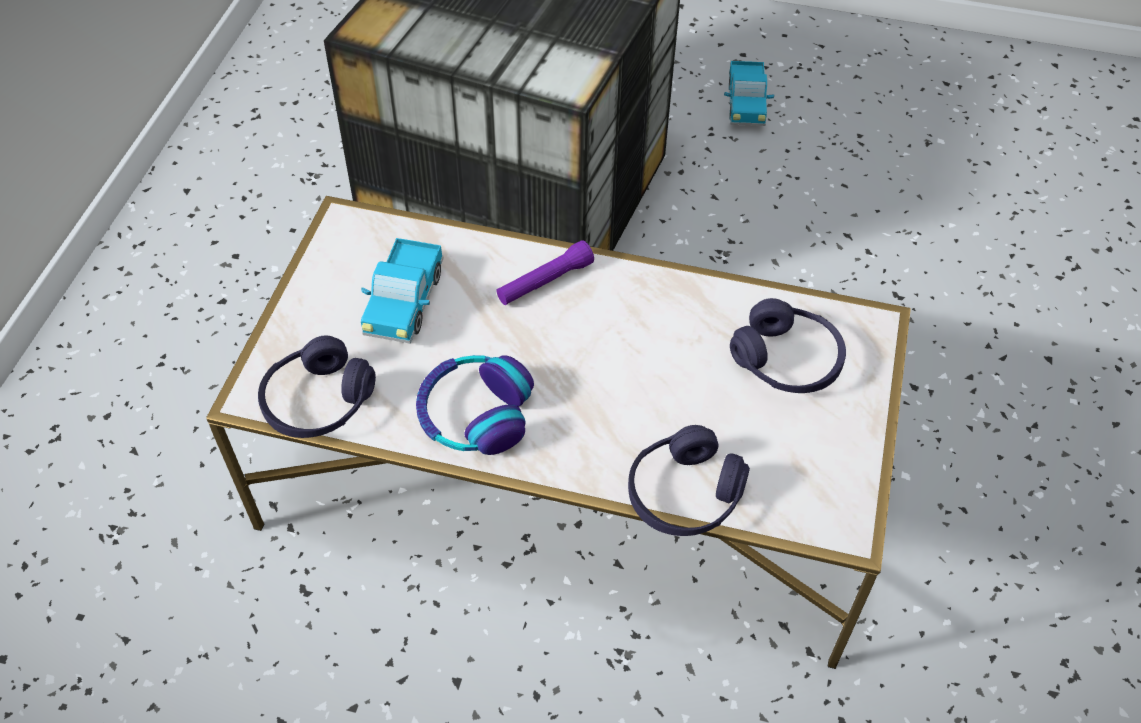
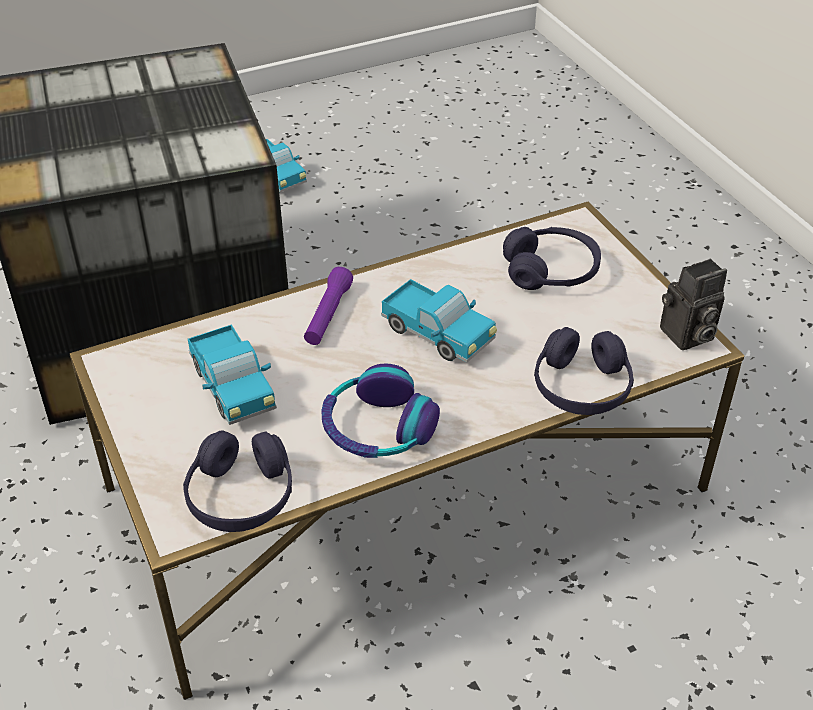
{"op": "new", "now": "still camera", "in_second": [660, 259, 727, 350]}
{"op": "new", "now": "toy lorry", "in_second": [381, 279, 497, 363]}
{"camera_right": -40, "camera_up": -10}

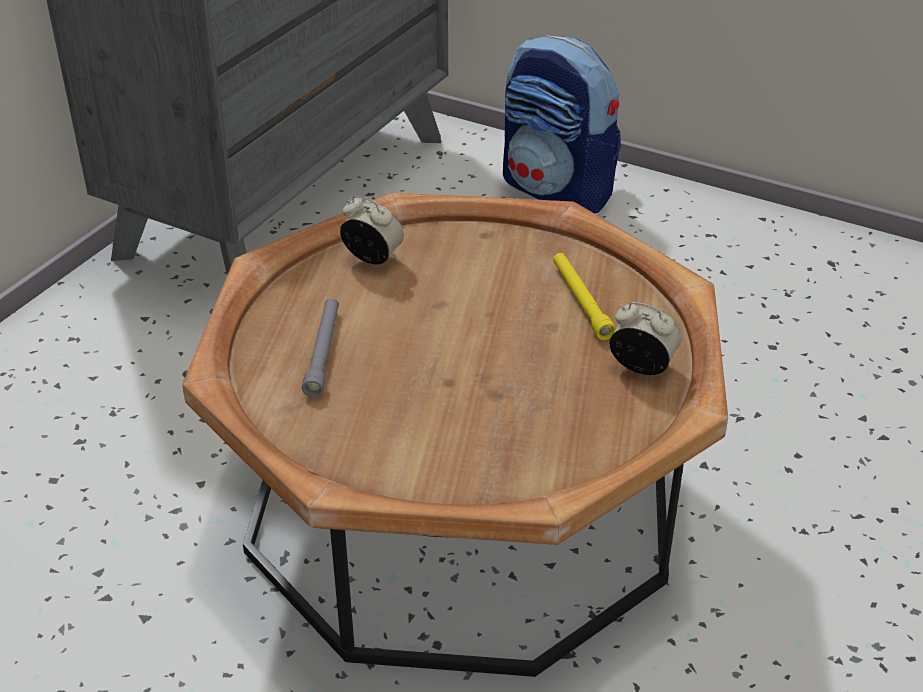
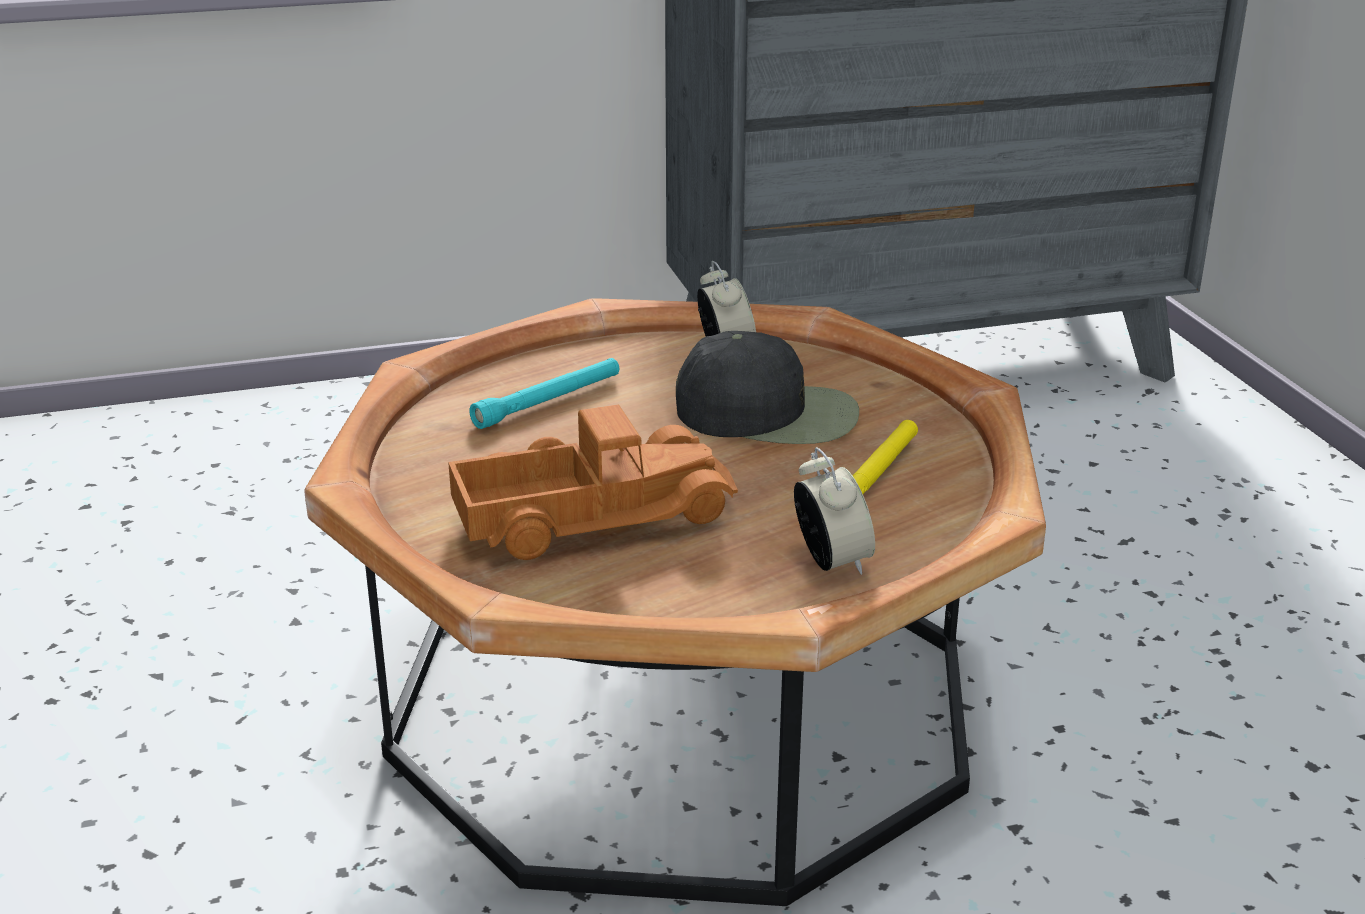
{"op": "gone", "was": "backpack", "in_first": [503, 35, 621, 214]}
{"op": "repainted", "was": "gray torch", "now": "blue-green torch", "in_first": [302, 298, 339, 397], "in_second": [469, 358, 619, 429]}
{"op": "new", "now": "blackish cap", "in_second": [676, 331, 859, 444]}
{"op": "new", "now": "toy lorry", "in_second": [448, 405, 738, 560]}
{"camera_right": 45, "camera_up": -10}

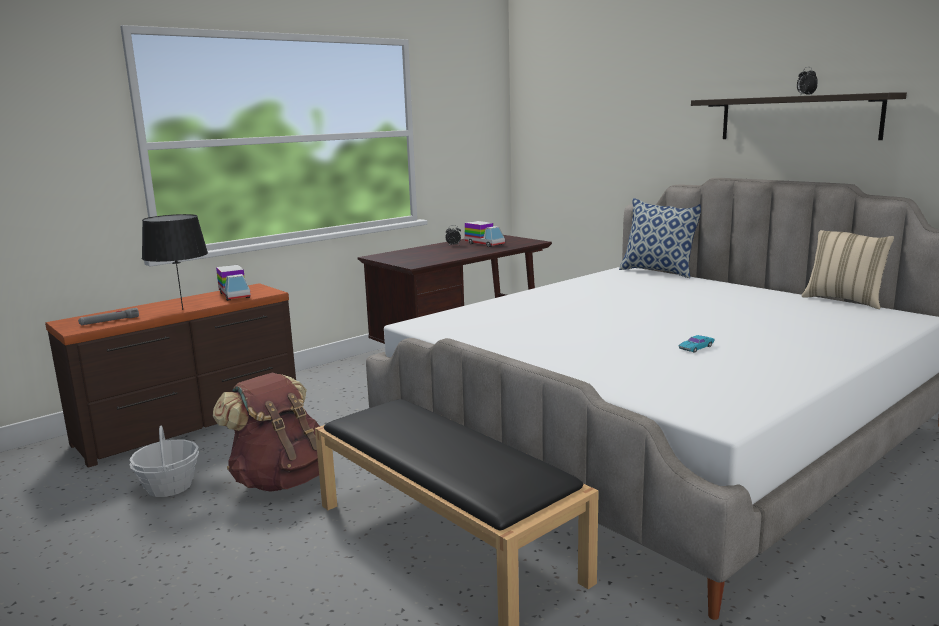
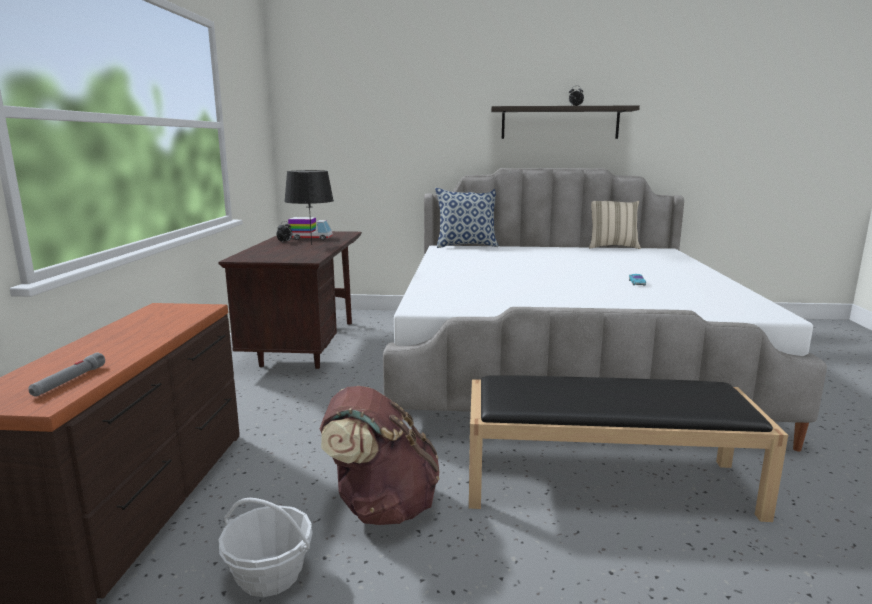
{"op": "shifted", "was": "blackish lamp for a table", "in_first": [142, 214, 208, 310], "in_second": [284, 170, 334, 245]}
{"op": "gone", "was": "toy lorry", "in_first": [216, 265, 251, 301]}
{"camera_right": -45, "camera_up": 0}

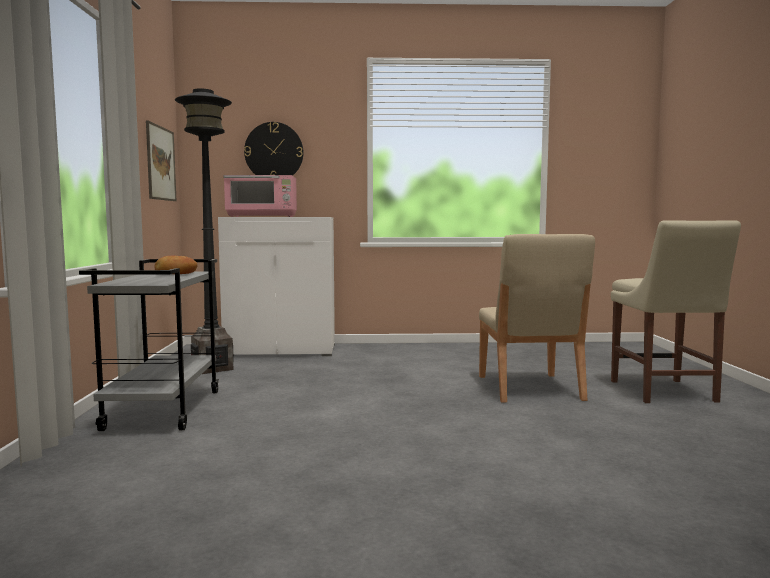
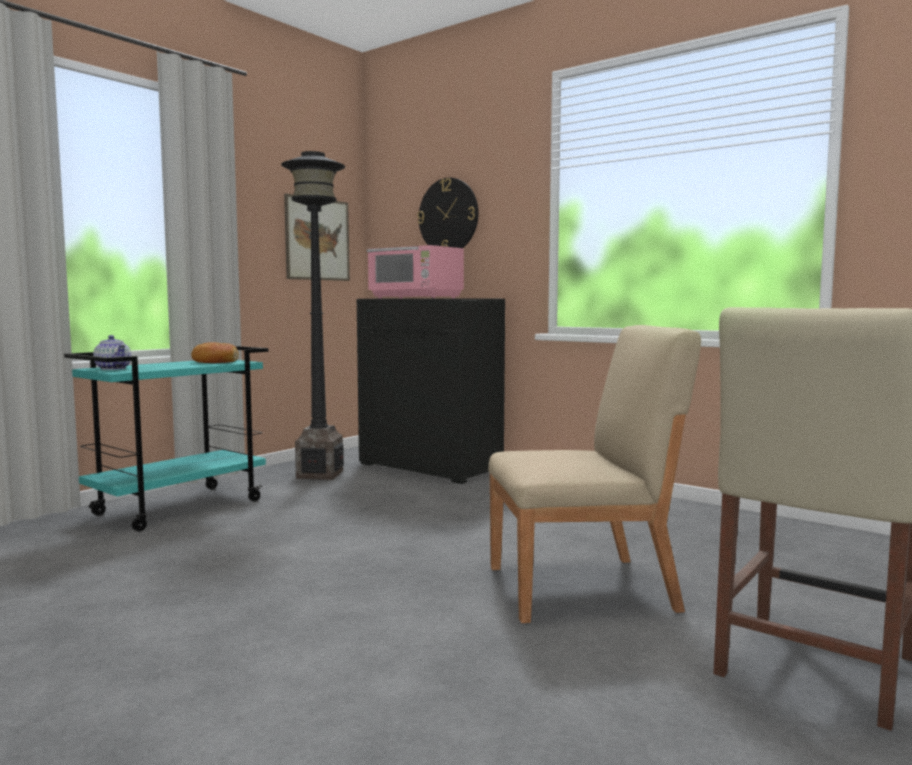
{"op": "repainted", "was": "white storage cabinet", "now": "blackish storage cabinet", "in_first": [218, 217, 335, 356], "in_second": [357, 298, 505, 484]}
{"op": "rotated", "was": "beige-coloured upright chair", "in_first": [479, 234, 595, 403], "in_second": [488, 325, 701, 623], "clockwise": -135}
{"op": "repainted", "was": "gray trolley", "now": "blue-green trolley", "in_first": [79, 259, 219, 431], "in_second": [64, 346, 268, 531]}
{"op": "new", "now": "tea pot", "in_second": [93, 335, 131, 370]}
{"camera_right": 40, "camera_up": 0}

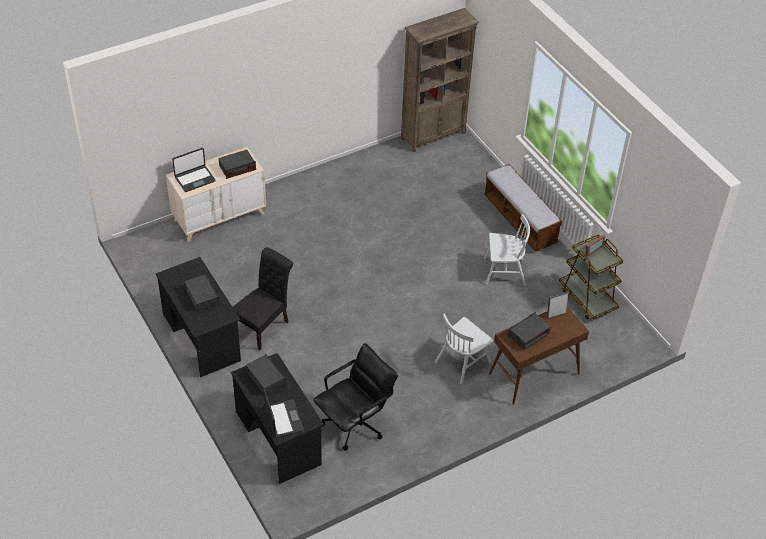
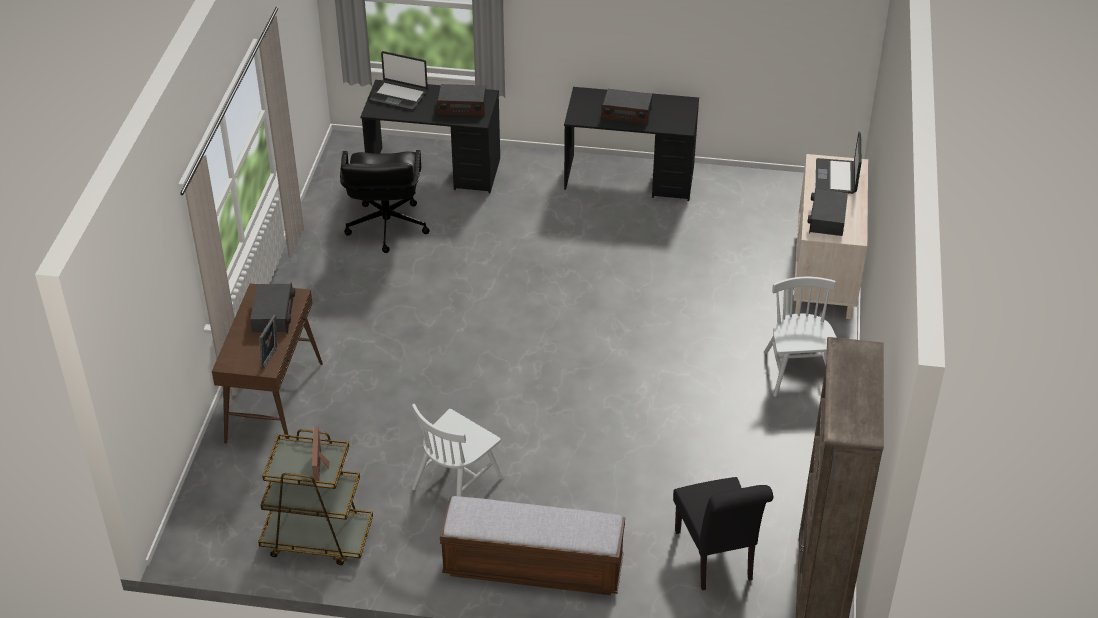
{"op": "shifted", "was": "blackish upright chair", "in_first": [233, 247, 293, 350], "in_second": [673, 477, 773, 590]}
{"op": "shifted", "was": "white upright chair", "in_first": [435, 313, 494, 384], "in_second": [764, 277, 837, 397]}
{"camera_right": 130, "camera_up": -5}

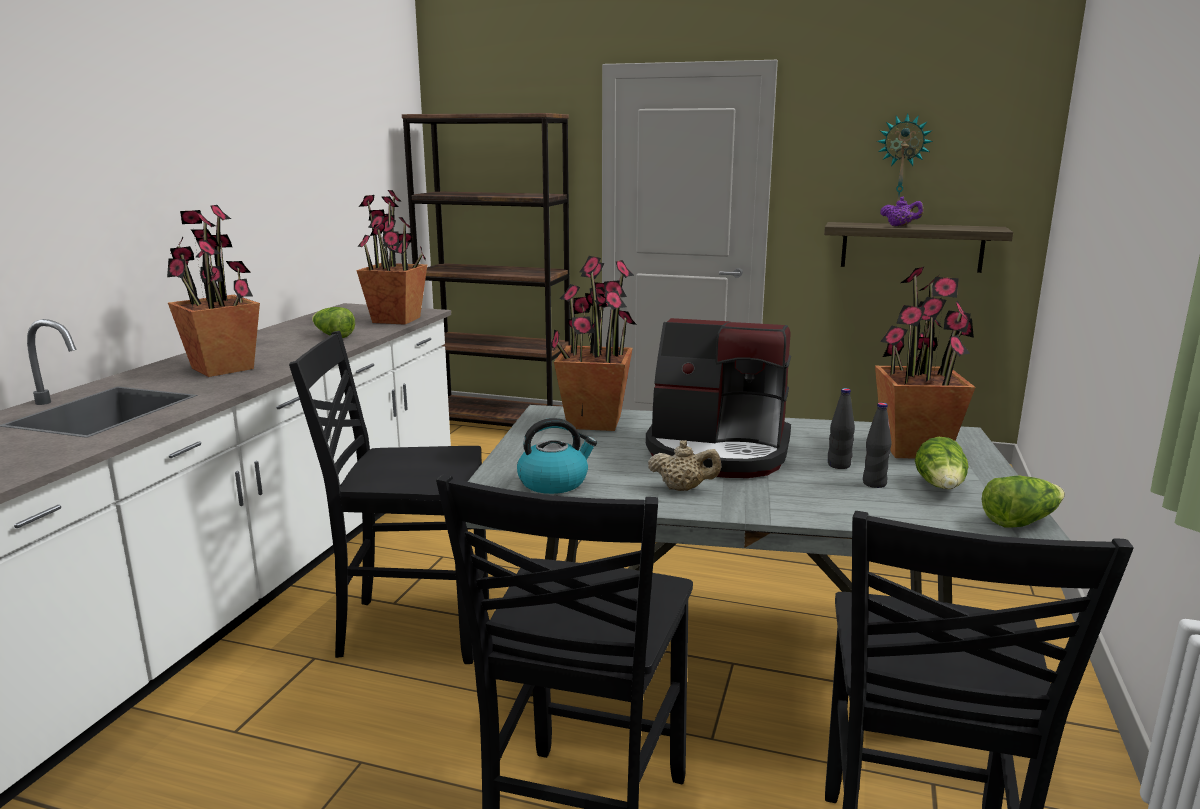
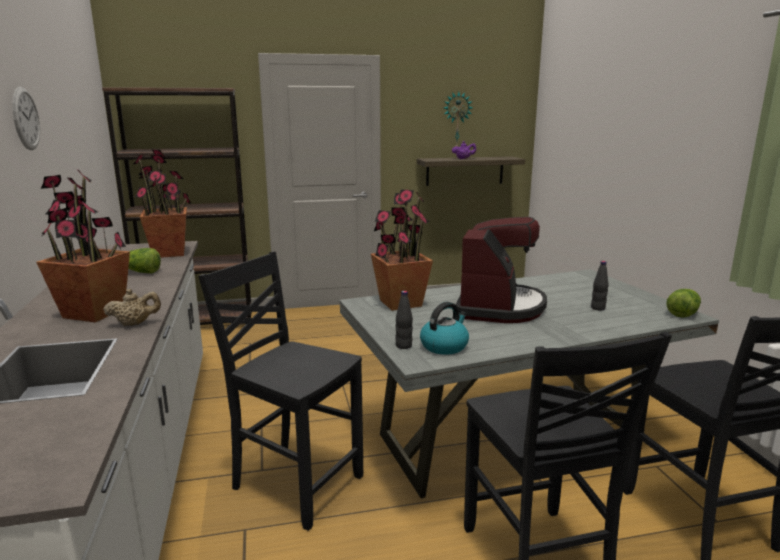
{"op": "gone", "was": "houseplant", "in_first": [875, 266, 975, 459]}
{"op": "rotated", "was": "coffee maker", "in_first": [646, 318, 791, 478], "in_second": [456, 217, 547, 323], "clockwise": -60}
{"op": "rotated", "was": "blackish upright chair", "in_first": [289, 331, 489, 664], "in_second": [198, 252, 363, 531], "clockwise": 60}
{"op": "shifted", "was": "blackish bottle", "in_first": [828, 388, 855, 469], "in_second": [395, 291, 413, 349]}
{"op": "gone", "was": "lettuce", "in_first": [915, 437, 969, 489]}
{"op": "shifted", "was": "beige-coloured tea pot", "in_first": [648, 440, 721, 491], "in_second": [103, 289, 161, 326]}
{"op": "new", "now": "wall clock", "in_second": [12, 87, 40, 150]}
{"camera_right": -30, "camera_up": 0}

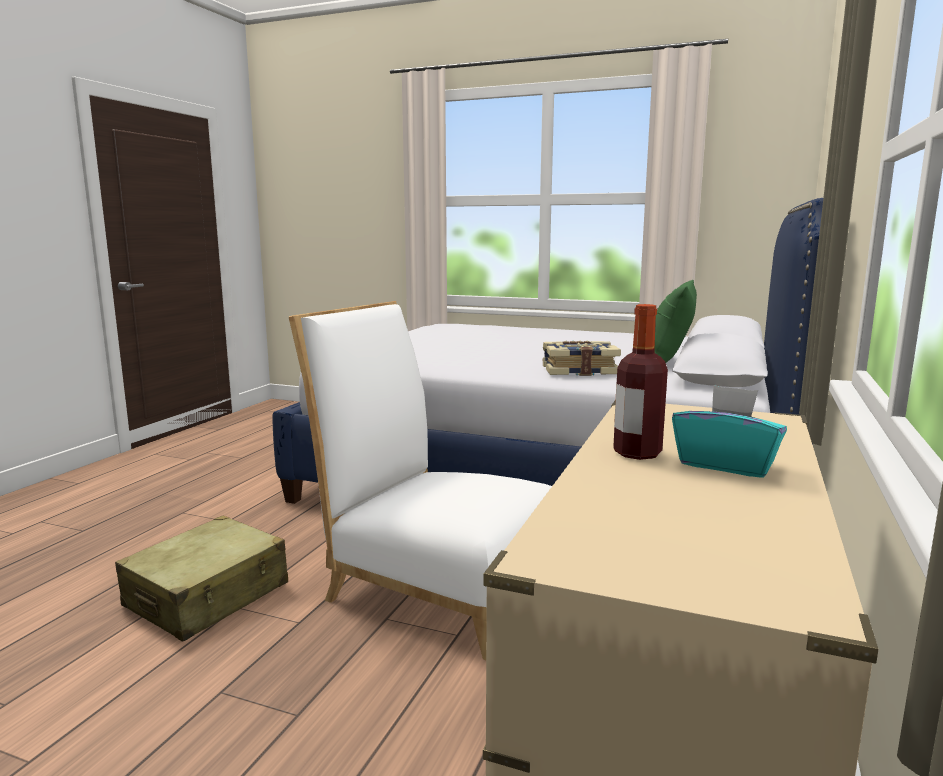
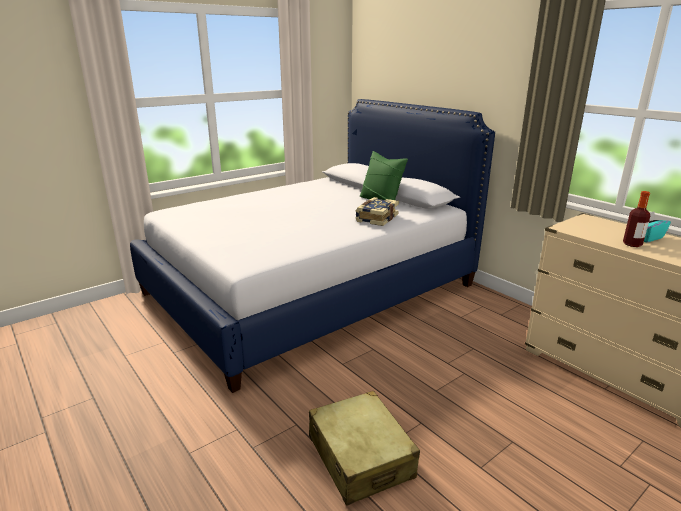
{"op": "gone", "was": "white upright chair", "in_first": [289, 301, 552, 660]}
{"camera_right": -60, "camera_up": 10}

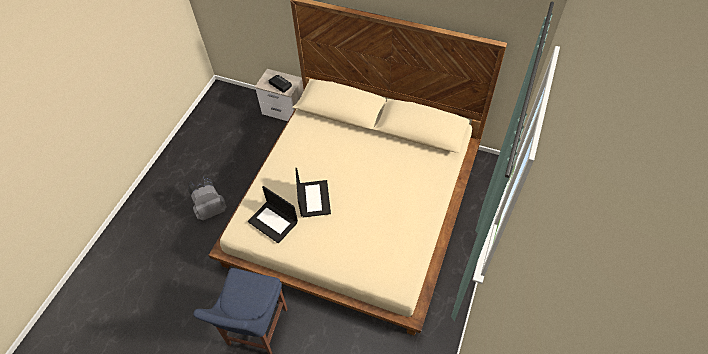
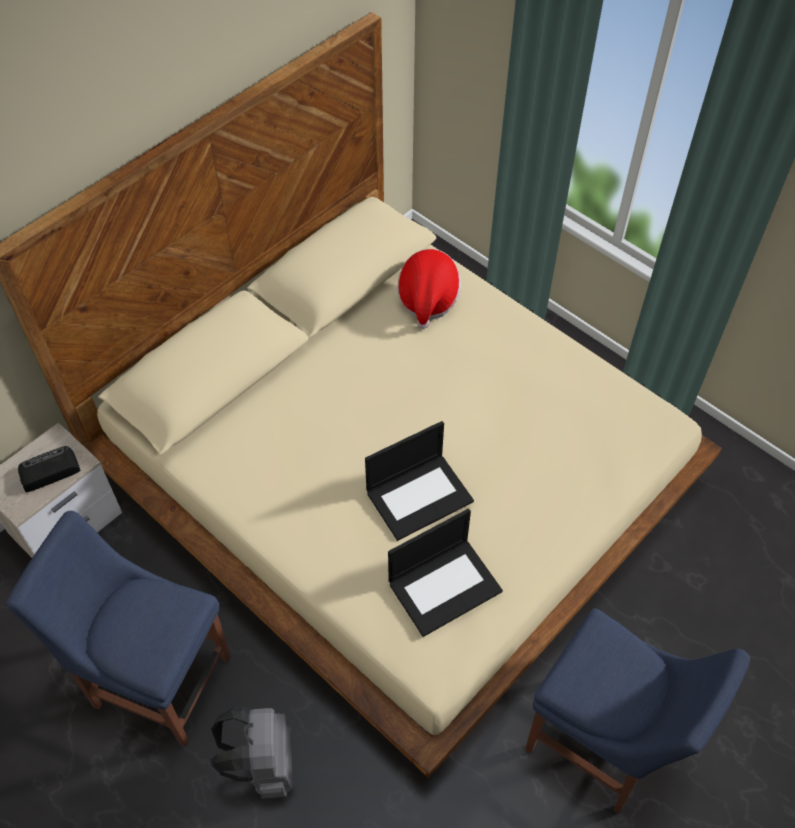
{"op": "rotated", "was": "portable computer", "in_first": [295, 168, 331, 217], "in_second": [365, 421, 474, 541], "clockwise": 135}
{"op": "new", "now": "clothing hat", "in_second": [397, 249, 461, 329]}
{"op": "new", "now": "blue upright chair", "in_second": [7, 511, 231, 746]}
{"camera_right": -70, "camera_up": 0}

